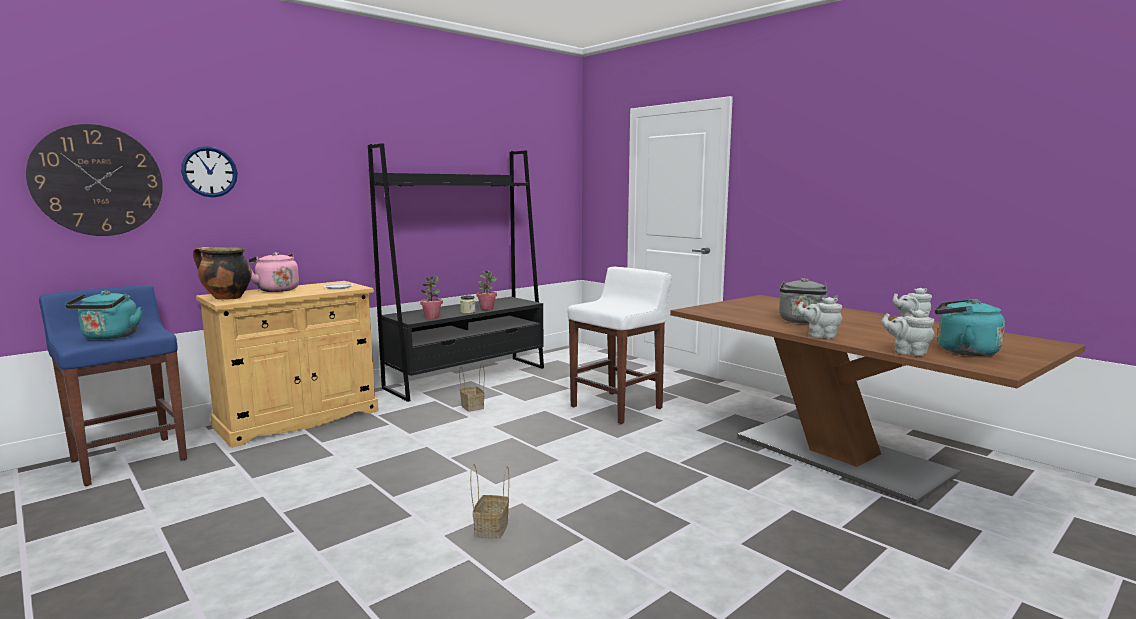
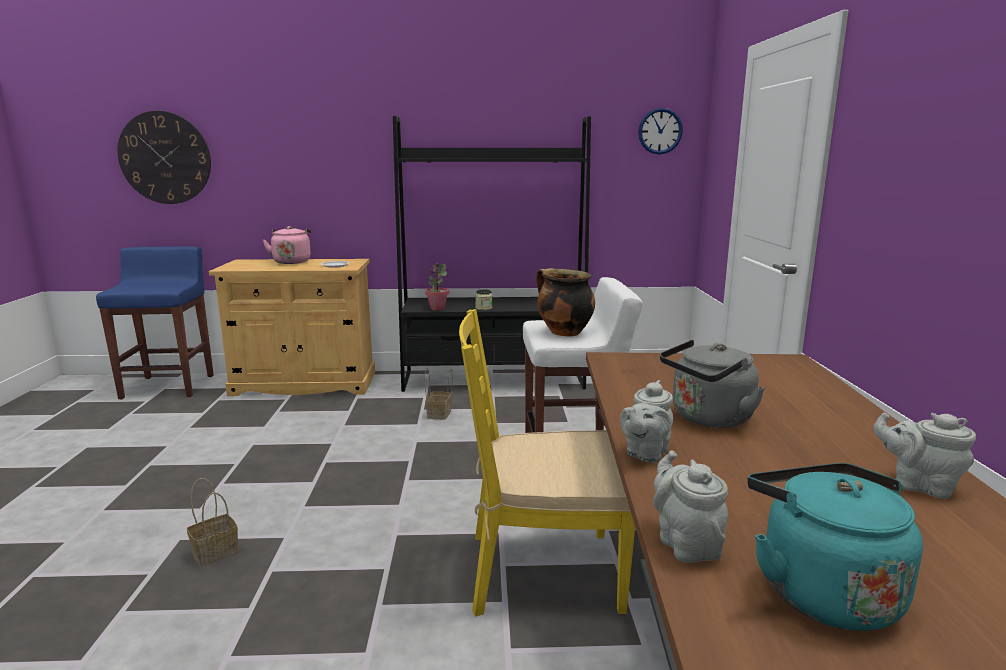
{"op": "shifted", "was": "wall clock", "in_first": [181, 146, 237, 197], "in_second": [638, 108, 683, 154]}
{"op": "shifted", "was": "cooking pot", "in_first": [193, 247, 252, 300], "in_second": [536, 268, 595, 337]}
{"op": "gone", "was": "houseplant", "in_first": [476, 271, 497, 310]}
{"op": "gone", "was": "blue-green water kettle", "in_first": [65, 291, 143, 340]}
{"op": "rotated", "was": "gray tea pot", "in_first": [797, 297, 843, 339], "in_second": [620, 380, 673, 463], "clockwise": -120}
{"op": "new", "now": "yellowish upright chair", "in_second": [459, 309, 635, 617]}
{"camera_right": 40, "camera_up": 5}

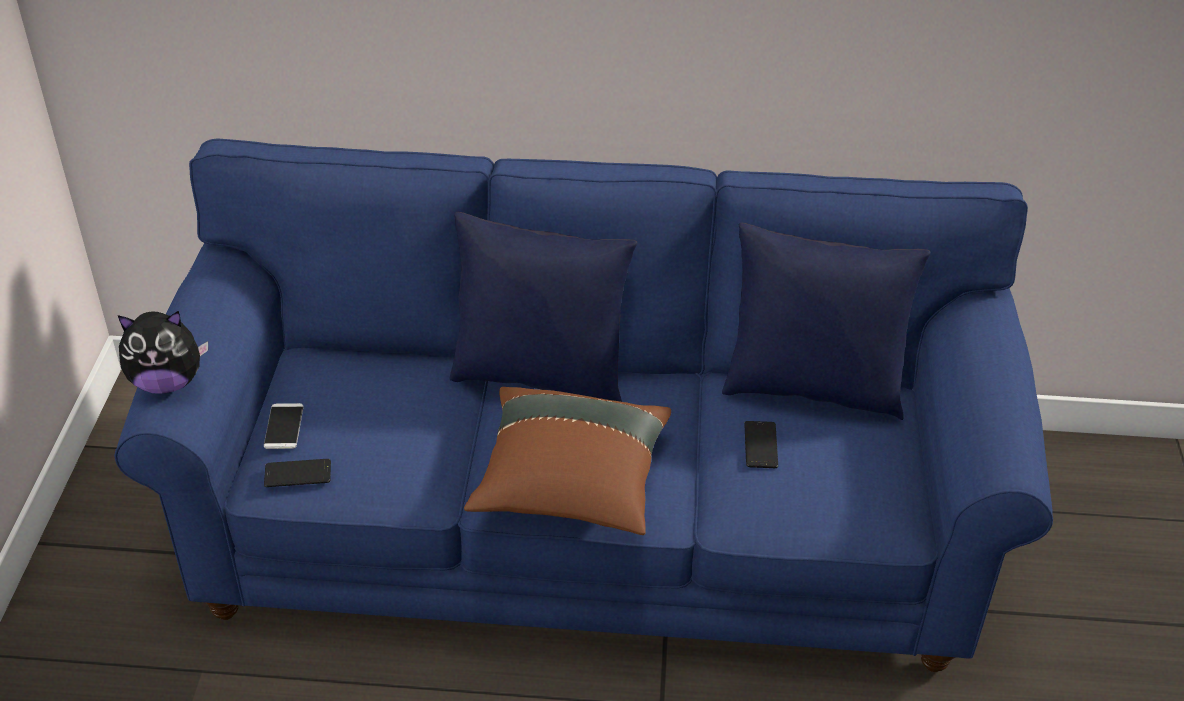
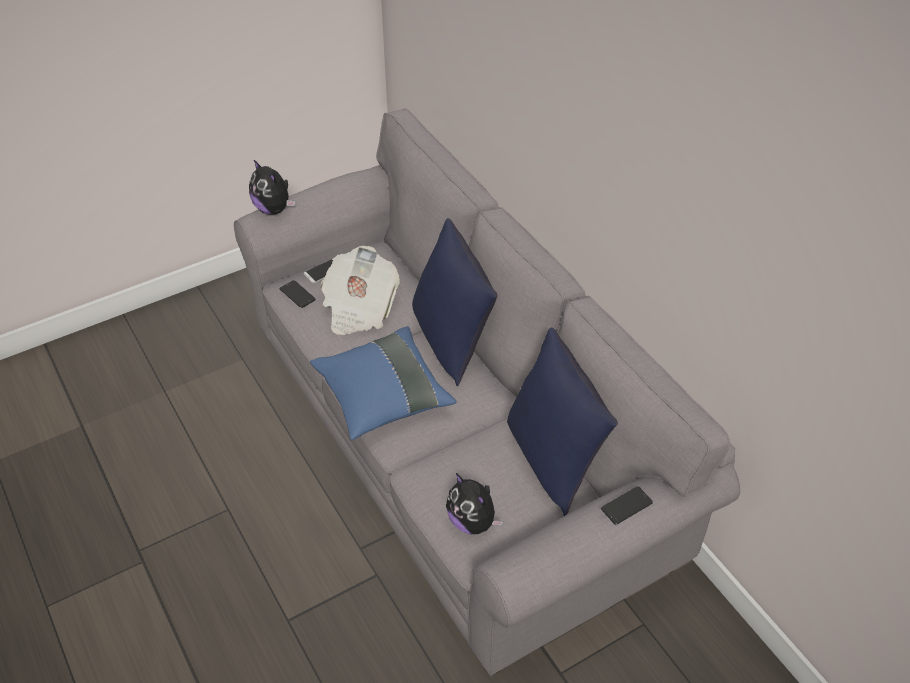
{"op": "repainted", "was": "blue settee", "now": "gray settee", "in_first": [114, 139, 1053, 672], "in_second": [234, 108, 740, 677]}
{"op": "repainted", "was": "brown-coloured pillow", "now": "blue pillow", "in_first": [464, 387, 671, 535], "in_second": [310, 326, 456, 440]}
{"op": "shifted", "was": "telephone", "in_first": [744, 421, 778, 468], "in_second": [601, 486, 653, 525]}
{"op": "new", "now": "printed paper", "in_second": [321, 246, 400, 335]}
{"op": "new", "now": "cuddly toy", "in_second": [446, 473, 503, 534]}
{"camera_right": 55, "camera_up": 5}

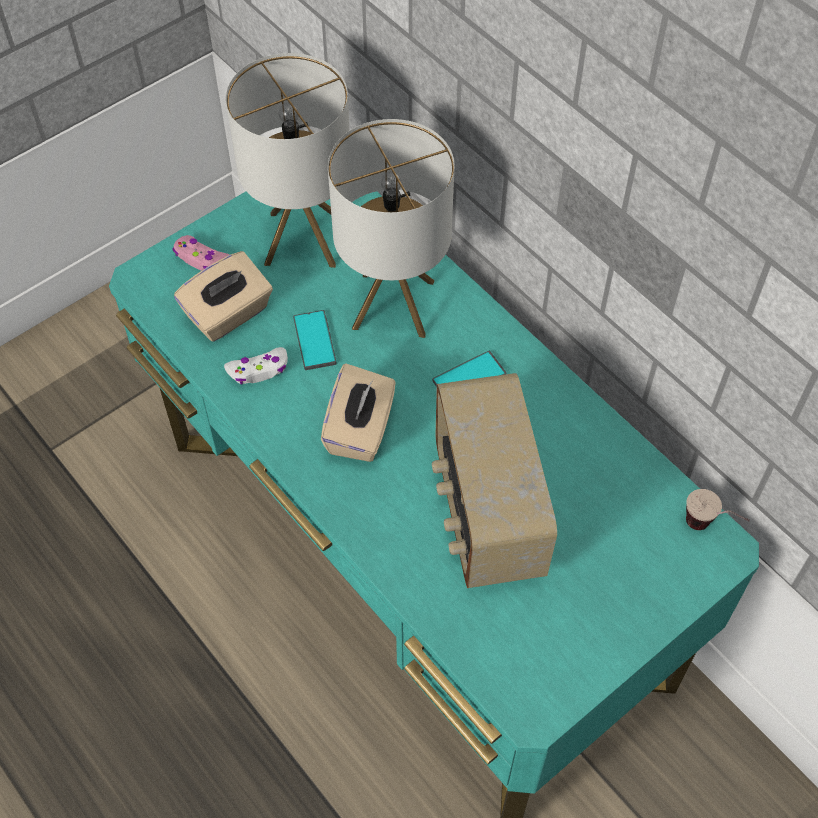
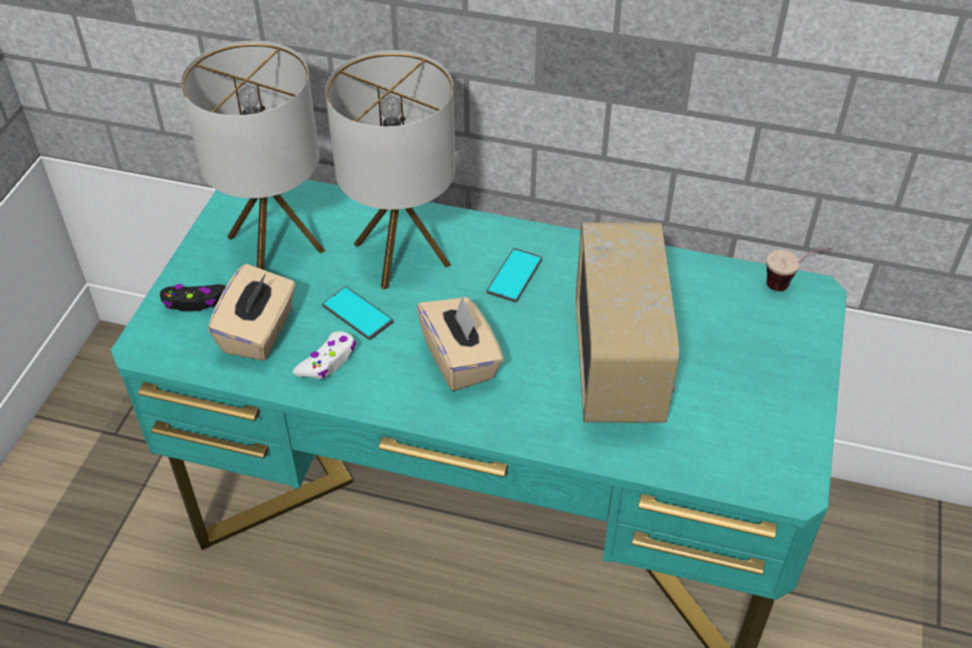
{"op": "repainted", "was": "pinkish gamepad", "now": "blackish gamepad", "in_first": [172, 235, 230, 270], "in_second": [160, 284, 226, 311]}
{"op": "rotated", "was": "radio set", "in_first": [432, 373, 557, 588], "in_second": [576, 222, 679, 423], "clockwise": -135}
{"camera_right": -35, "camera_up": -10}

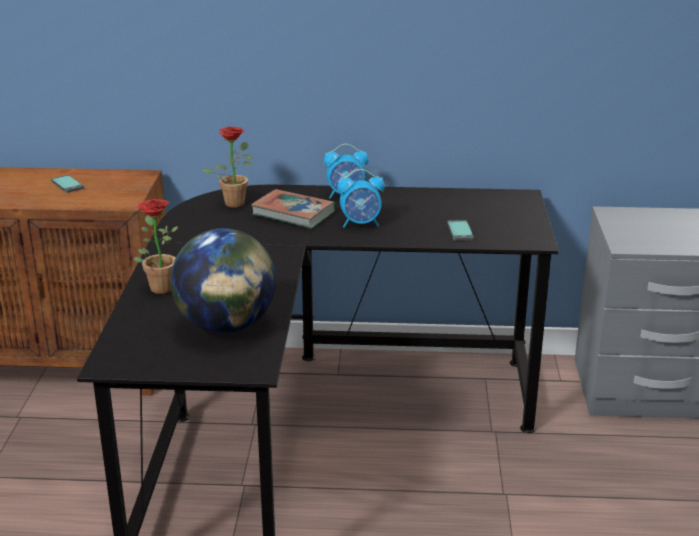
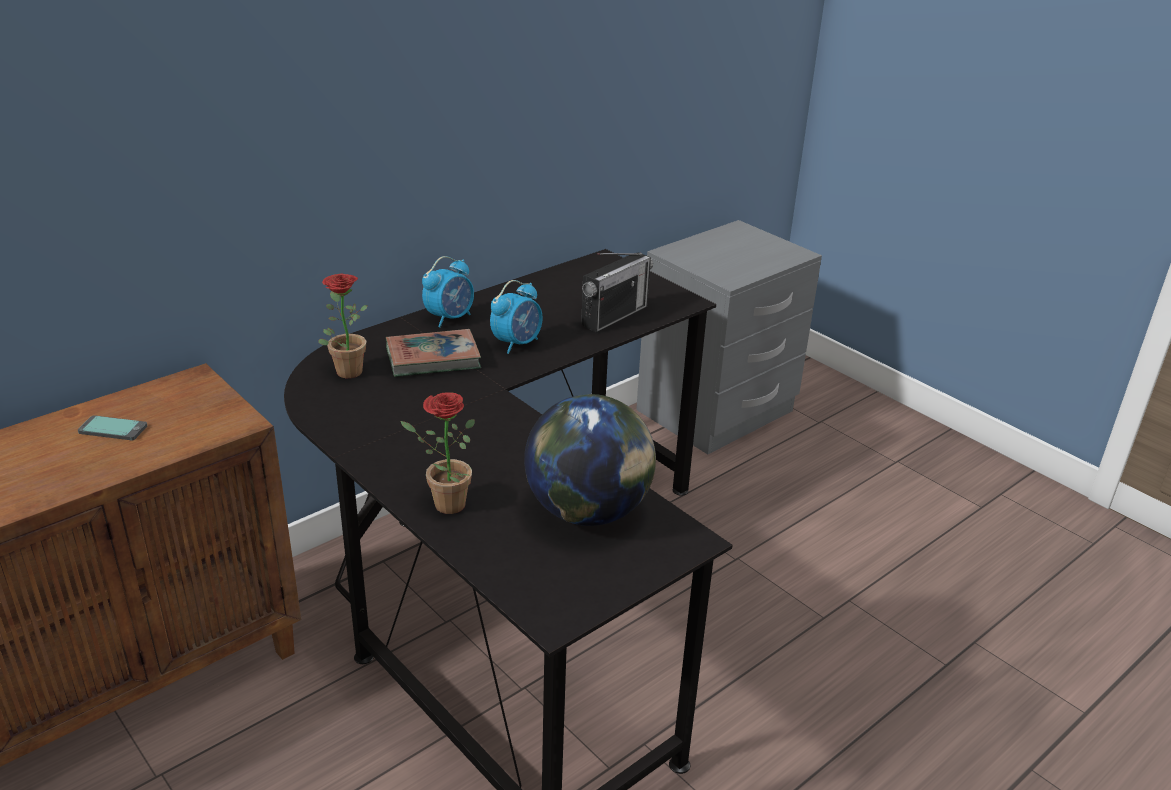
{"op": "swapped", "was": "telephone", "now": "radio set", "in_first": [447, 220, 474, 241], "in_second": [581, 253, 653, 333]}
{"camera_right": -45, "camera_up": 5}

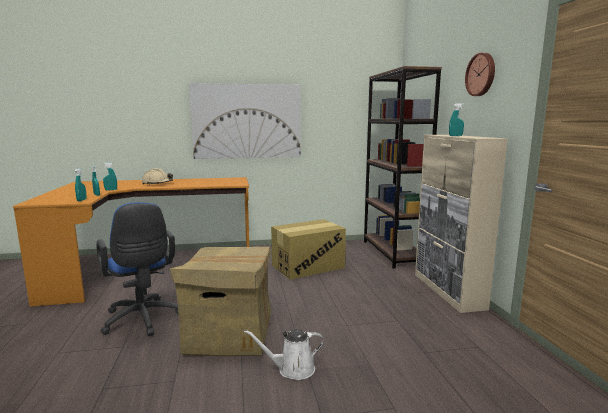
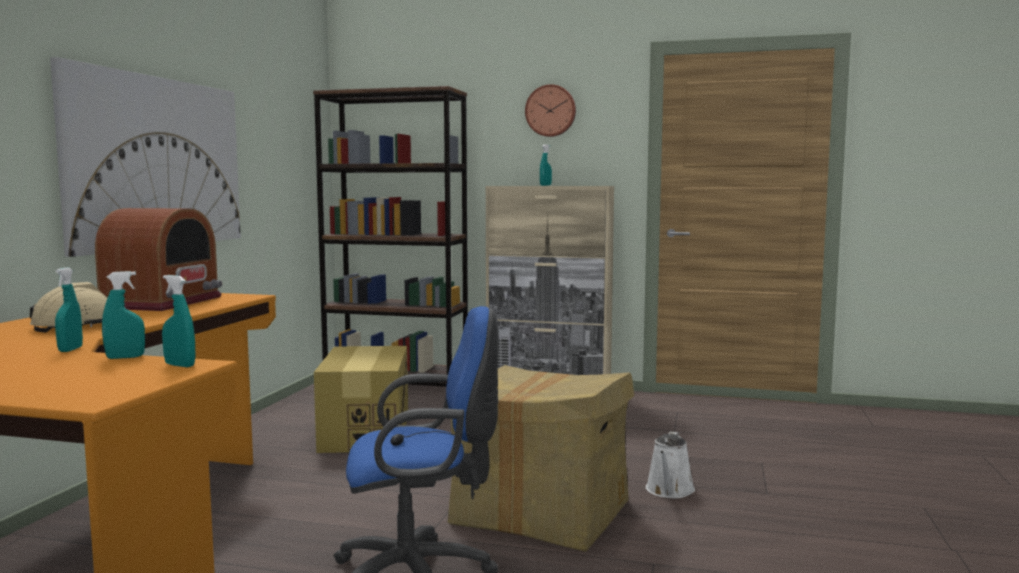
{"op": "new", "now": "radio set", "in_second": [95, 208, 222, 311]}
{"camera_right": -65, "camera_up": -5}

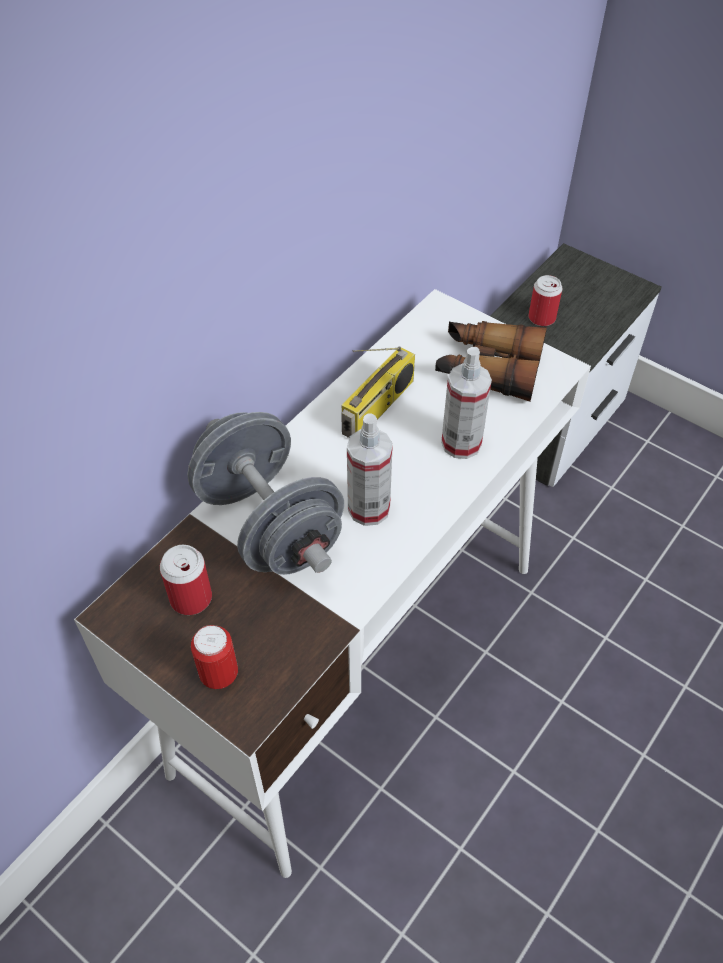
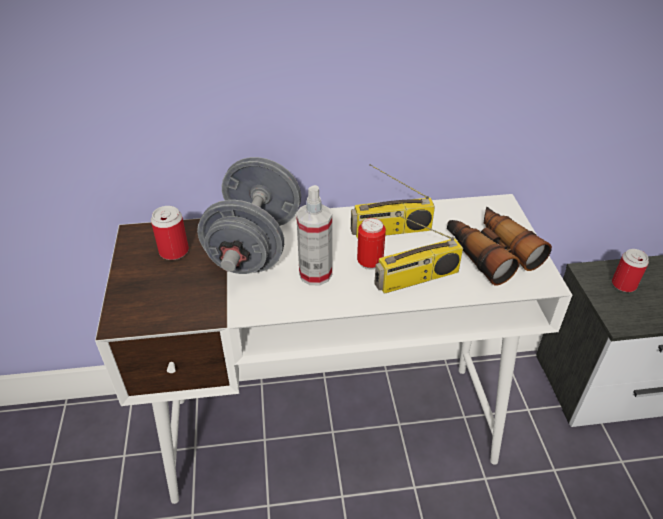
{"op": "swapped", "was": "spray bottle", "now": "radio set", "in_first": [441, 347, 492, 459], "in_second": [374, 214, 463, 294]}
{"op": "shifted", "was": "sealed can", "in_first": [191, 625, 238, 689], "in_second": [357, 218, 386, 270]}
{"camera_right": 45, "camera_up": -10}

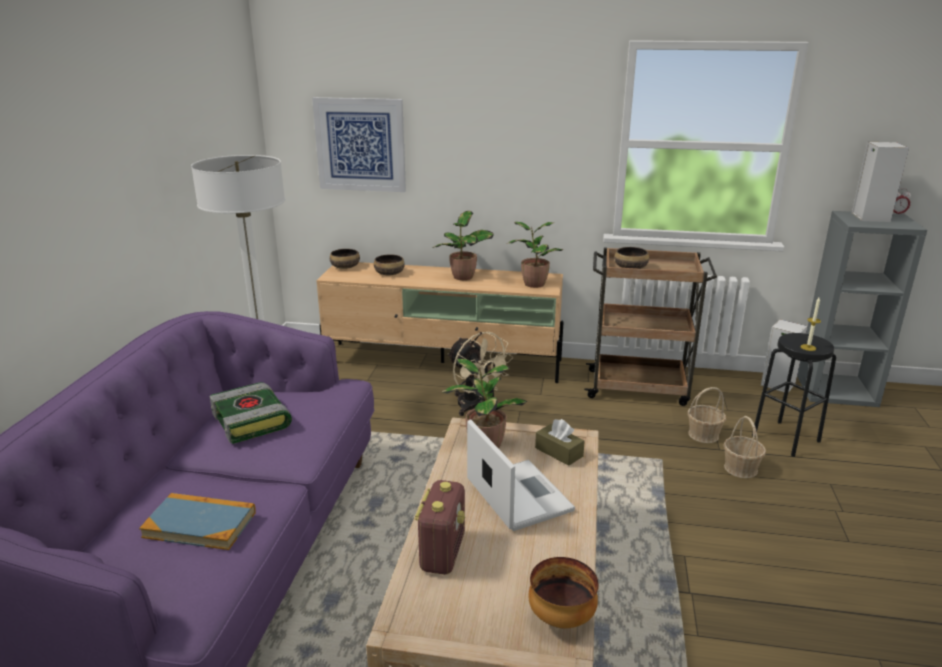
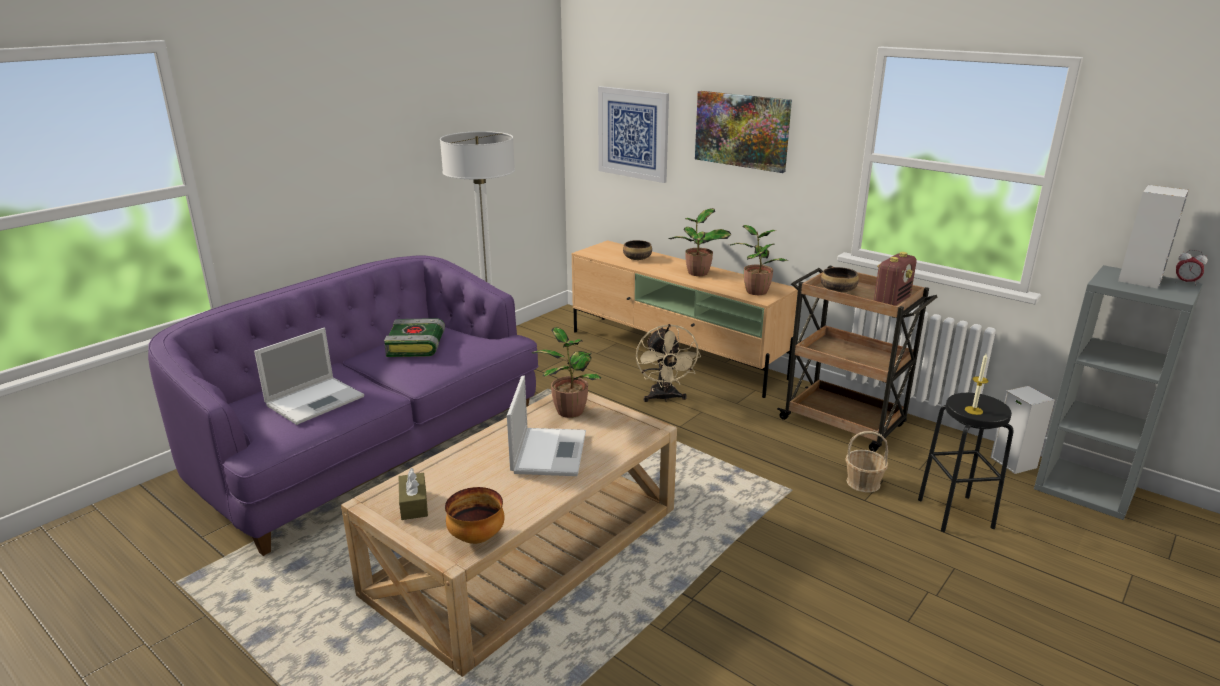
{"op": "gone", "was": "bowl", "in_first": [330, 249, 360, 269]}
{"op": "gone", "was": "storage basket", "in_first": [724, 416, 766, 478]}
{"op": "shifted", "was": "brown-coloured tissue holder", "in_first": [535, 419, 585, 466], "in_second": [399, 468, 428, 520]}
{"op": "shifted", "was": "radio set", "in_first": [415, 480, 465, 575], "in_second": [874, 252, 917, 306]}
{"op": "swapped", "was": "bound book", "now": "portable computer", "in_first": [139, 493, 256, 550], "in_second": [254, 328, 364, 425]}
{"op": "new", "now": "wall art", "in_second": [695, 91, 792, 173]}
{"camera_right": 30, "camera_up": 0}

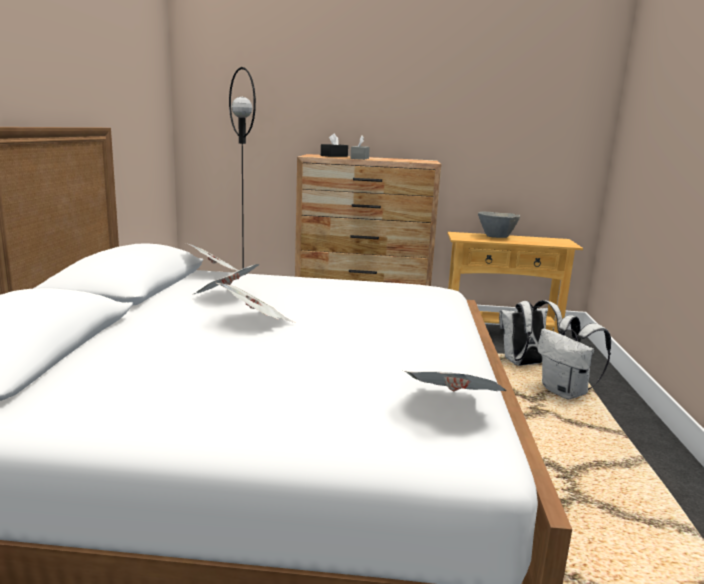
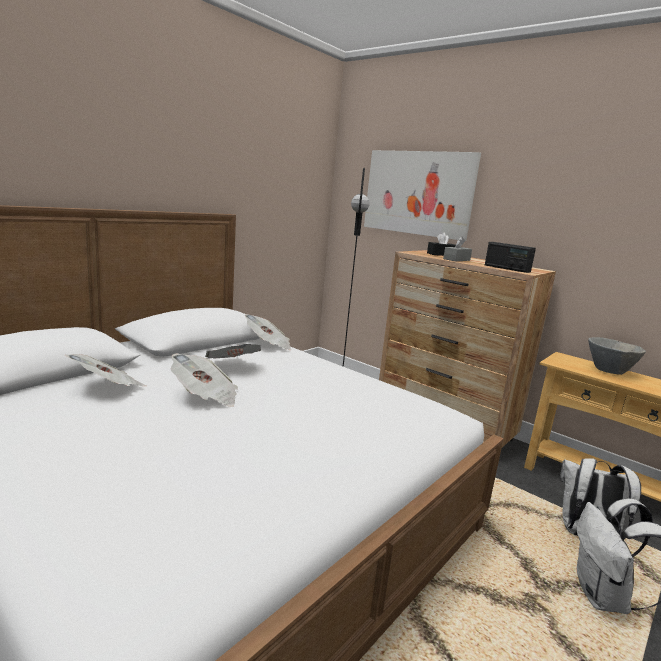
{"op": "shifted", "was": "printed paper", "in_first": [404, 371, 507, 391], "in_second": [65, 354, 147, 386]}
{"op": "new", "now": "wall art", "in_second": [364, 150, 481, 240]}
{"op": "new", "now": "radio set", "in_second": [485, 242, 536, 273]}
{"camera_right": 35, "camera_up": 0}

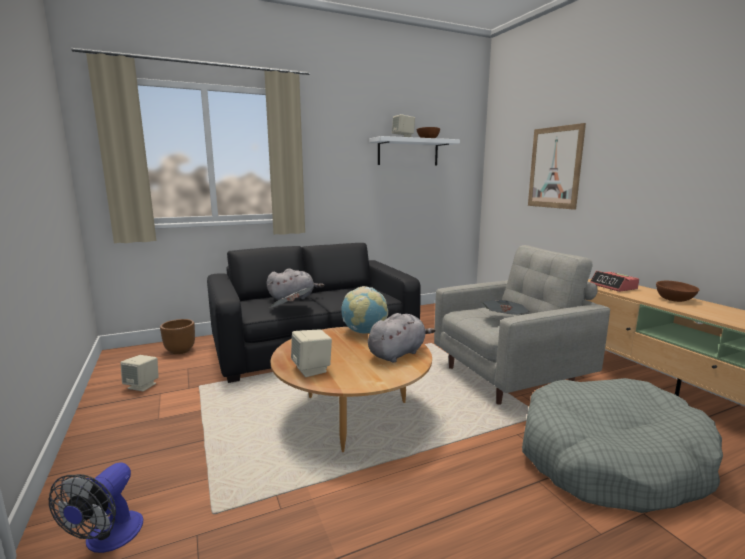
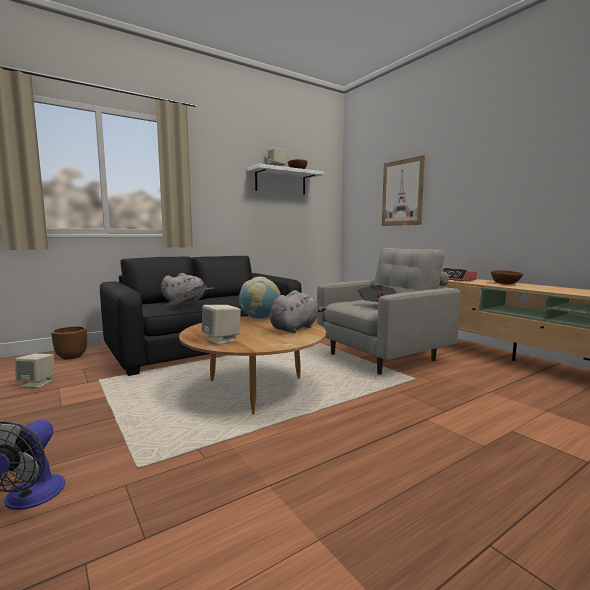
{"op": "gone", "was": "gray pet bed", "in_first": [522, 378, 723, 513]}
{"camera_right": -10, "camera_up": -5}

